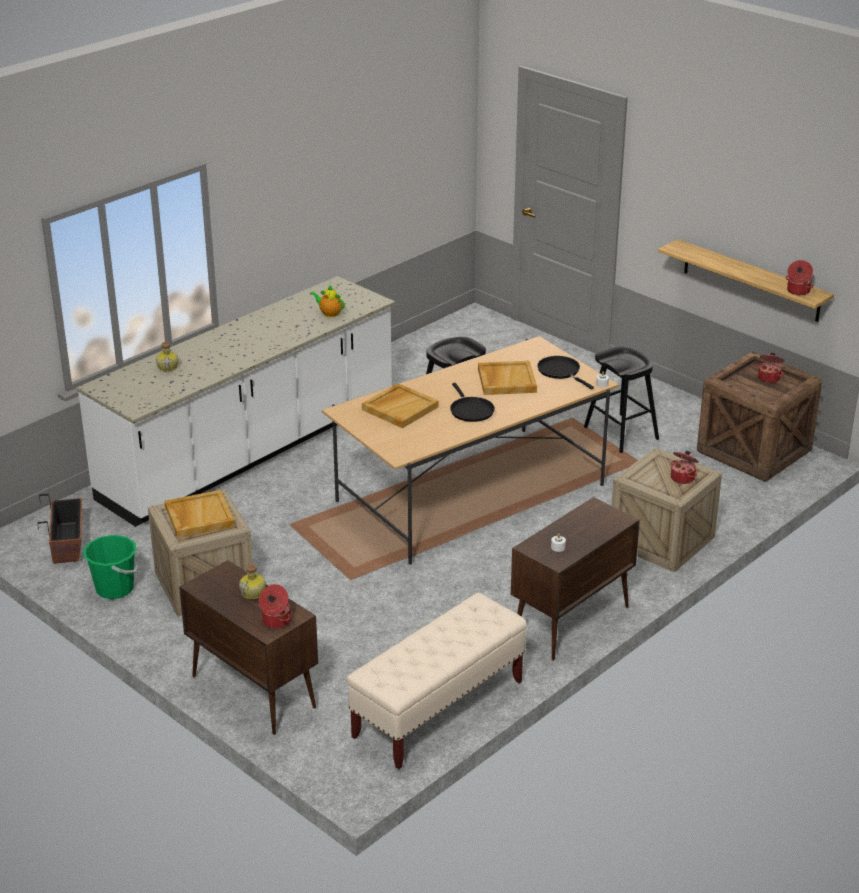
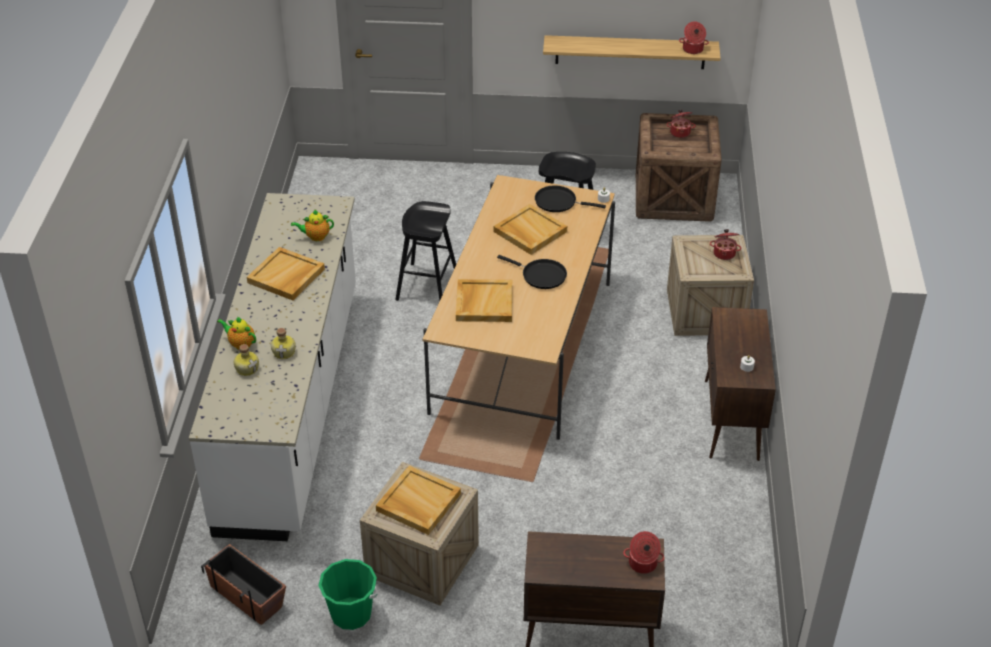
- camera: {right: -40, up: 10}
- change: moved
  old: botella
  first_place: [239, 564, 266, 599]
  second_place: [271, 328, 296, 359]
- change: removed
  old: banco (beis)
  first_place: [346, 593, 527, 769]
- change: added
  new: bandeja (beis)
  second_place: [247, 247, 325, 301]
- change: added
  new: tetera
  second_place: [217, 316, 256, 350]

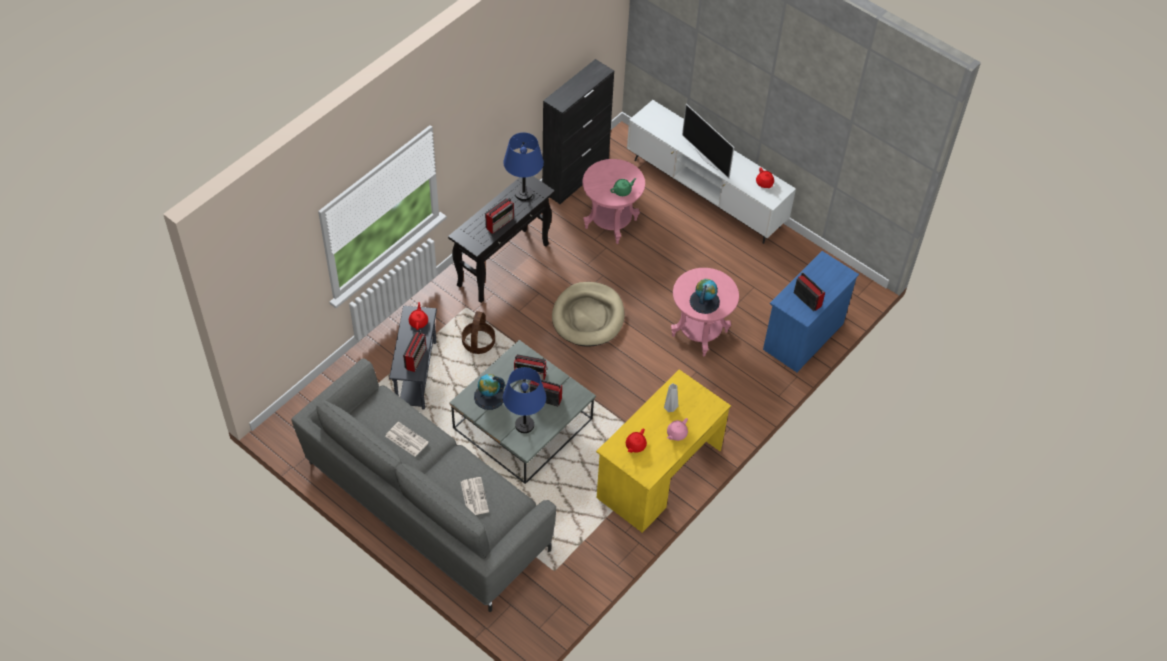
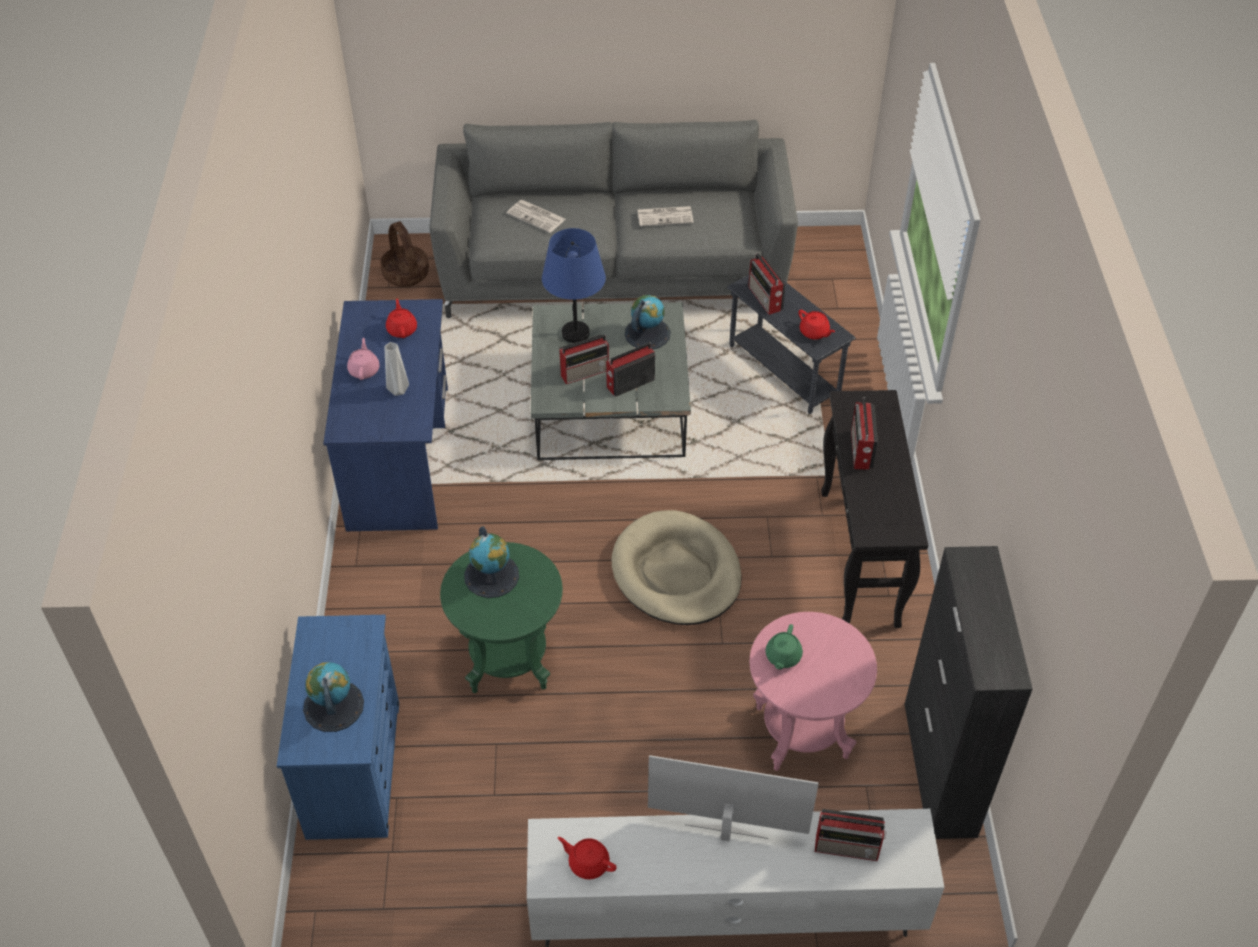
- camera: {right: 140, up: -5}
- change: removed
  old: lámpara de mesa (azul)
  first_place: [503, 132, 544, 201]
- change: recoloured
  old: mesa auxiliar (rosa)
  new: mesa auxiliar (verde)
  first_place: [671, 268, 739, 357]
  second_place: [440, 542, 563, 693]
- change: moved
  old: radio
  first_place: [794, 272, 825, 311]
  second_place: [815, 809, 886, 861]
- change: moved
  old: cesta
  first_place: [462, 311, 495, 354]
  second_place: [380, 221, 429, 287]
- change: recoloured
  old: escritorio (amarillo)
  new: escritorio (azul)
  first_place: [596, 369, 731, 533]
  second_place: [323, 299, 448, 532]
- change: added
  new: globo terráqueo
  second_place: [303, 662, 364, 732]

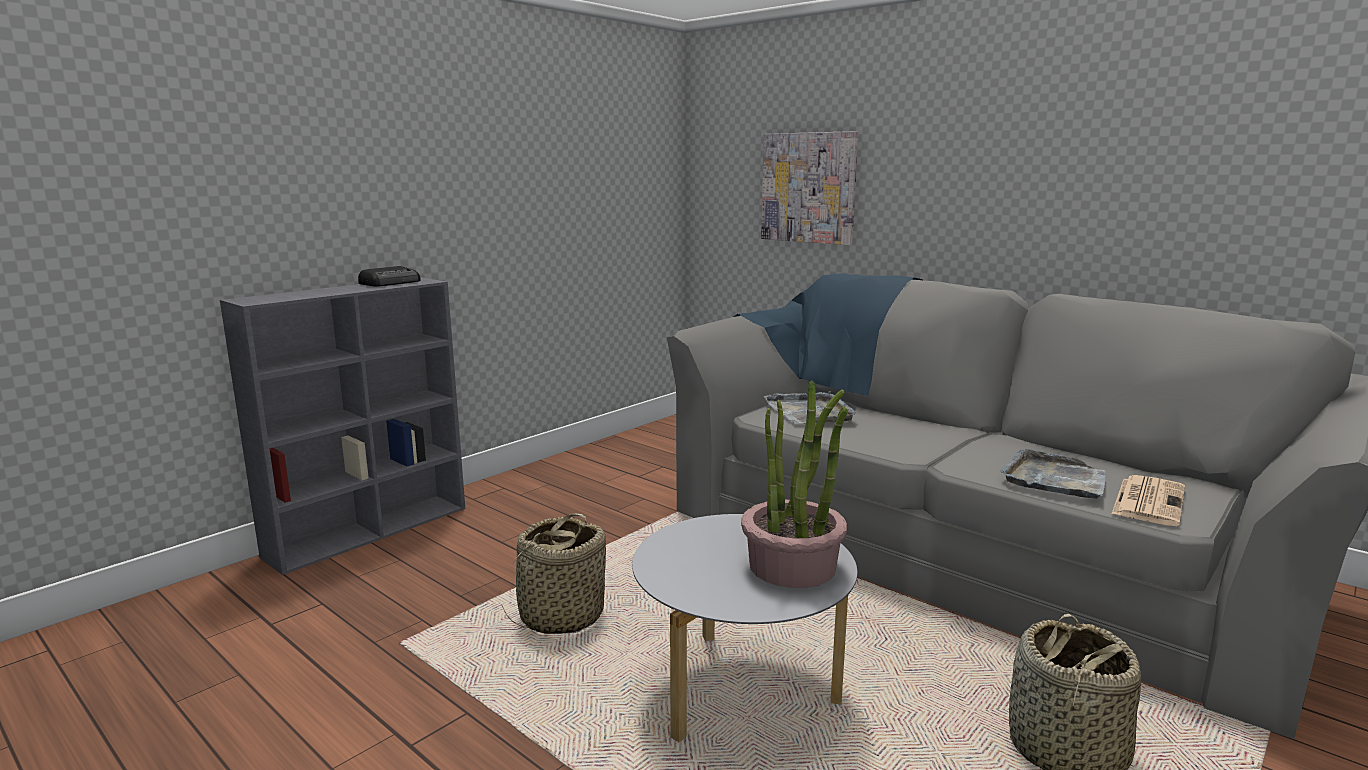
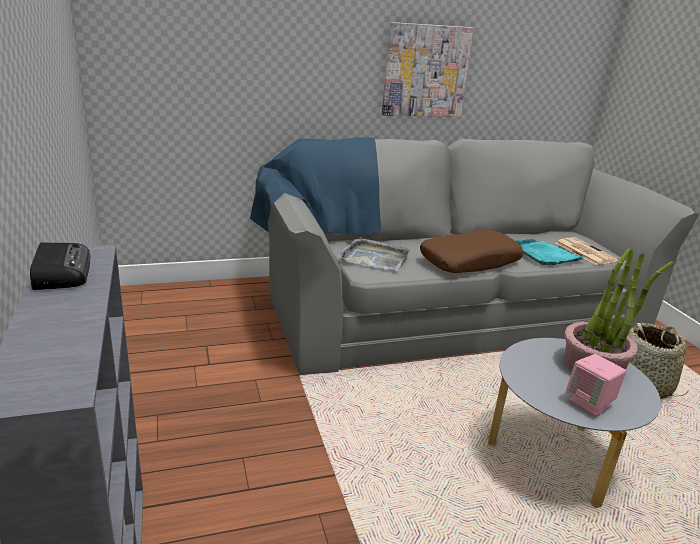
- camera: {right: -60, up: 10}
- change: moved
  old: cuadro
  first_place: [761, 131, 859, 245]
  second_place: [382, 22, 474, 117]
- change: recoloured
  old: bandeja (gris)
  new: bandeja (turquesa)
  first_place: [1000, 449, 1105, 499]
  second_place: [515, 239, 583, 265]
- change: removed
  old: cesta
  first_place: [502, 514, 606, 634]
- change: added
  new: cojín (marrón)
  second_place: [420, 229, 524, 273]
- change: added
  new: altavoz (rosa)
  second_place: [566, 354, 626, 416]

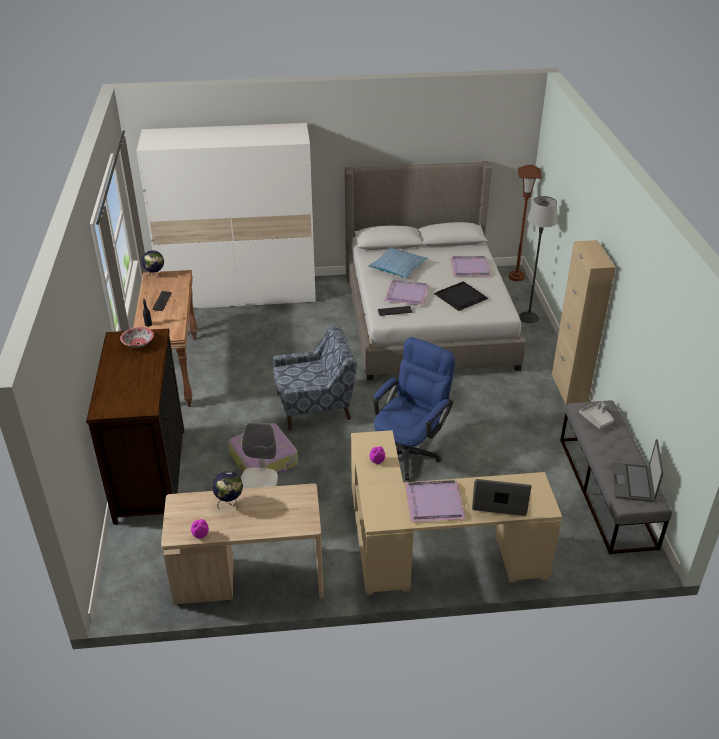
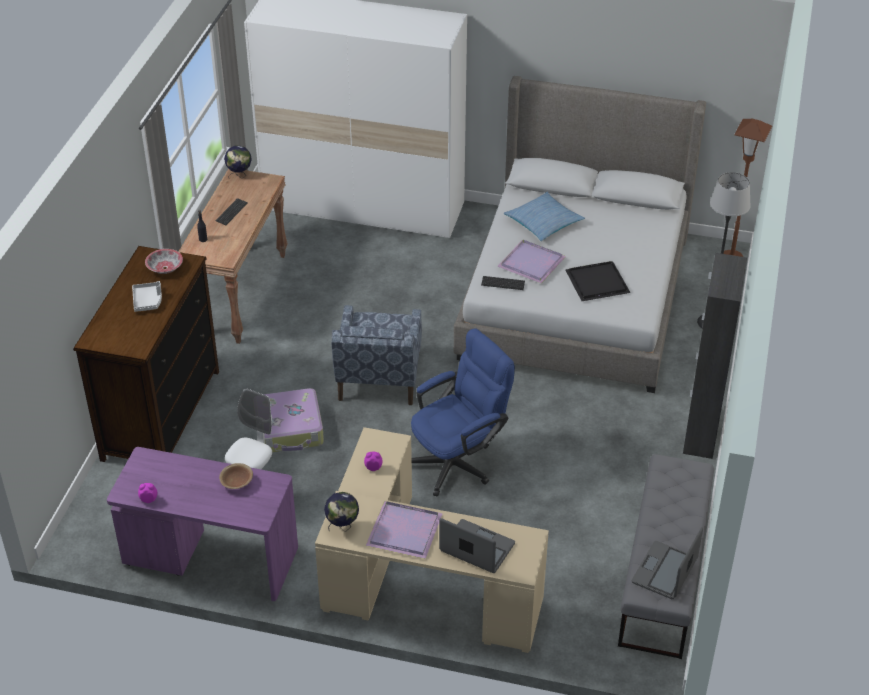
- camera: {right: 20, up: 5}
- change: recoloured
  old: armario (beis)
  new: armario (negro)
  first_place: [552, 240, 616, 405]
  second_place: [683, 253, 747, 459]
- change: removed
  old: bandeja (morado)
  first_place: [450, 256, 491, 277]
- change: turned
  old: sillón (azul)
  first_place: [273, 324, 357, 430]
  second_place: [332, 305, 422, 405]
  degrees: 90
- change: moved
  old: bandeja (gris)
  first_place: [579, 401, 614, 429]
  second_place: [132, 281, 162, 312]
- change: moved
  old: globo terráqueo
  first_place: [212, 471, 243, 508]
  second_place: [324, 492, 359, 532]
- change: recoloured
  old: escritorio (beis)
  new: escritorio (morado)
  first_place: [161, 484, 323, 605]
  second_place: [107, 447, 298, 601]
- change: added
  new: cuenco (marrón)
  second_place: [219, 463, 253, 489]

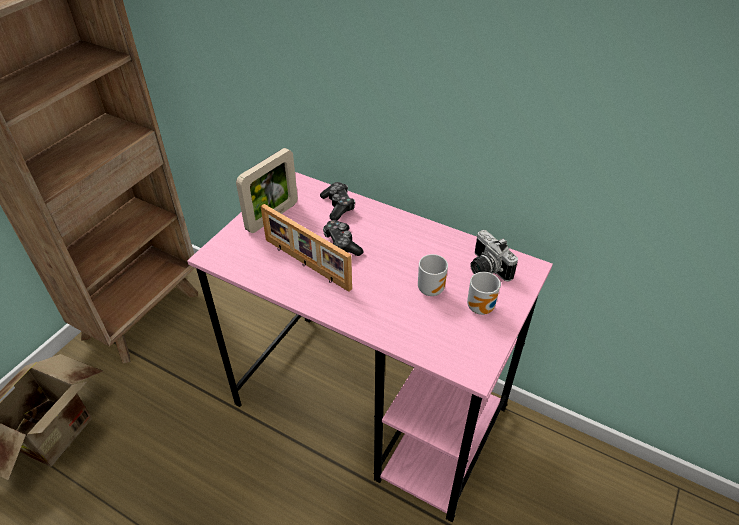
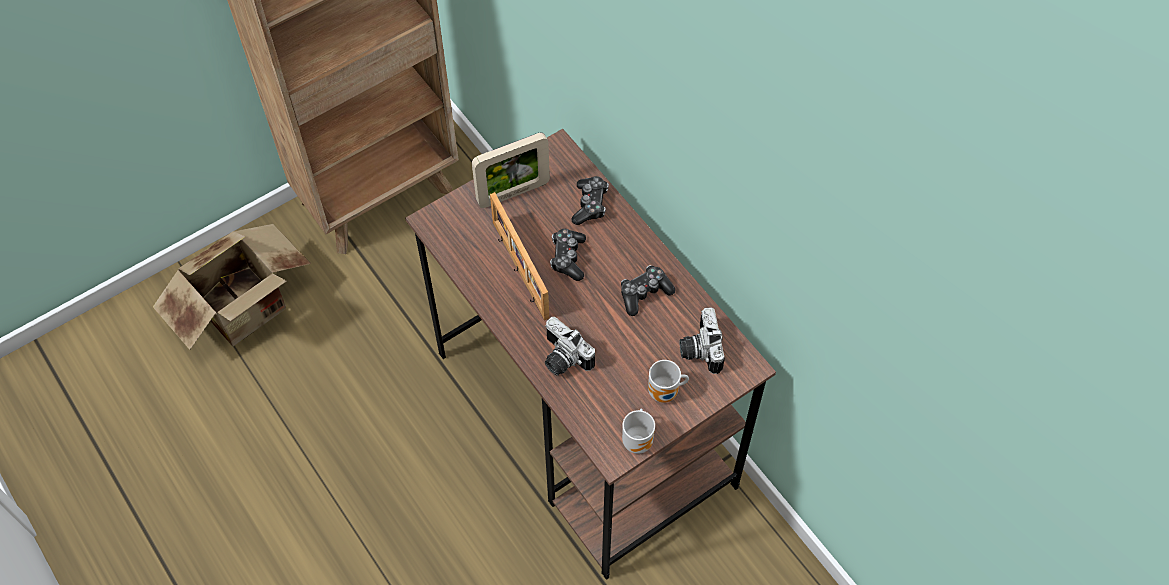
- camera: {right: 25, up: 15}
- change: recoloured
  old: escritorio (rosa)
  new: escritorio (marrón)
  first_place: [187, 172, 553, 522]
  second_place: [405, 129, 776, 580]
- change: moved
  old: taza grande
  first_place: [418, 254, 448, 296]
  second_place: [622, 409, 655, 454]
- change: added
  new: mando de consola
  second_place: [621, 265, 675, 316]
- change: added
  new: cámara
  second_place: [545, 317, 595, 375]

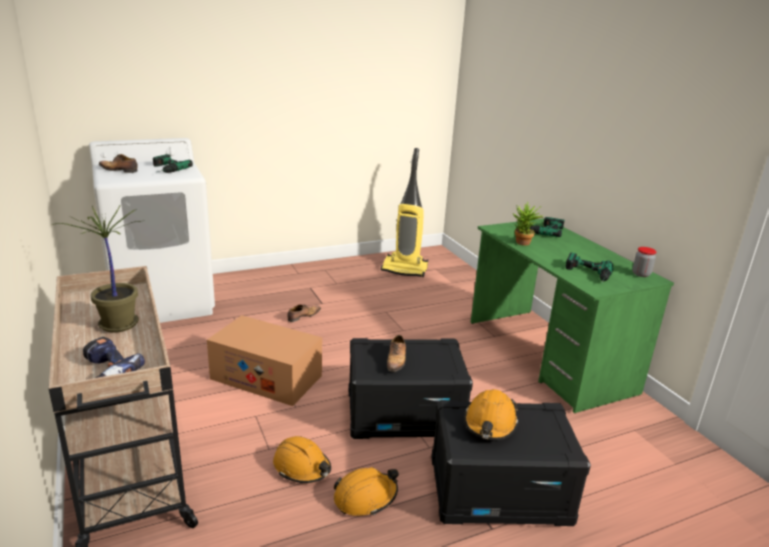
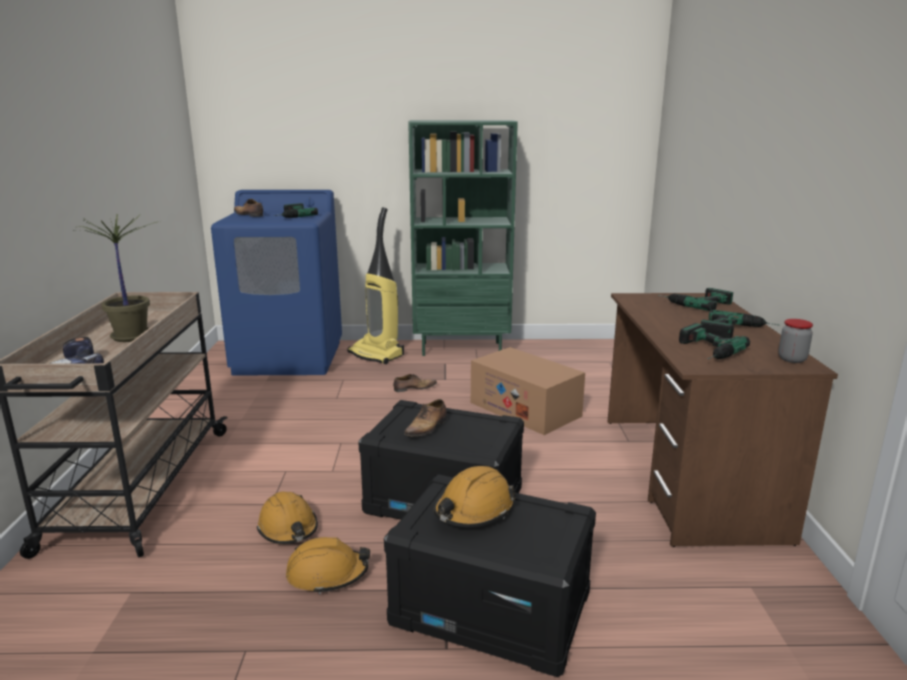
- camera: {right: 25, up: -5}
- change: recoloured
  old: lavadora (blanco)
  new: lavadora (azul)
  first_place: [89, 138, 215, 323]
  second_place: [211, 190, 342, 376]
- change: moved
  old: aspiradora
  first_place: [381, 148, 428, 277]
  second_place: [347, 207, 404, 364]
- change: removed
  old: planta en maceta
  first_place: [513, 202, 543, 246]
- change: recoloured
  old: escritorio (verde)
  new: escritorio (marrón)
  first_place: [470, 218, 674, 413]
  second_place: [608, 293, 838, 547]
- change: moved
  old: caja de cartón
  first_place: [207, 315, 322, 406]
  second_place: [471, 347, 585, 435]
- change: added
  new: estantería (verde)
  second_place: [408, 120, 518, 356]
- change: added
  new: taladro
  second_place: [701, 310, 779, 338]

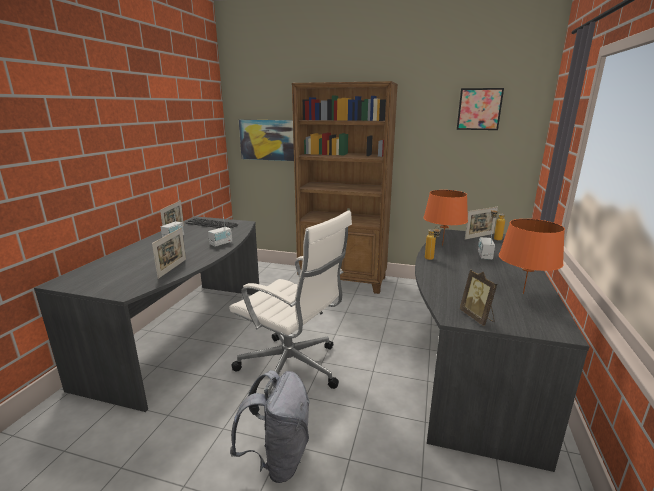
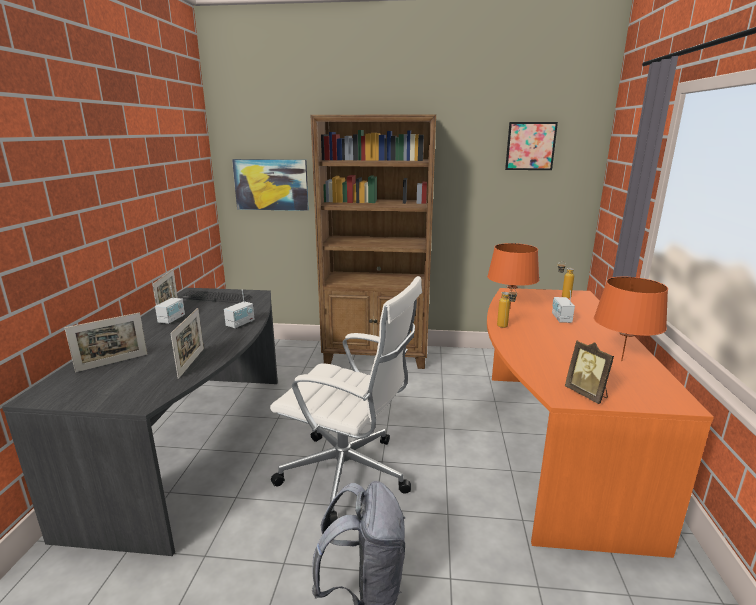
- camera: {right: -10, up: 0}
- change: moved
  old: portarretratos
  first_place: [465, 207, 498, 240]
  second_place: [65, 312, 147, 372]
- change: recoloured
  old: escritorio (gris)
  new: escritorio (naranja)
  first_place: [415, 229, 590, 472]
  second_place: [487, 288, 714, 558]

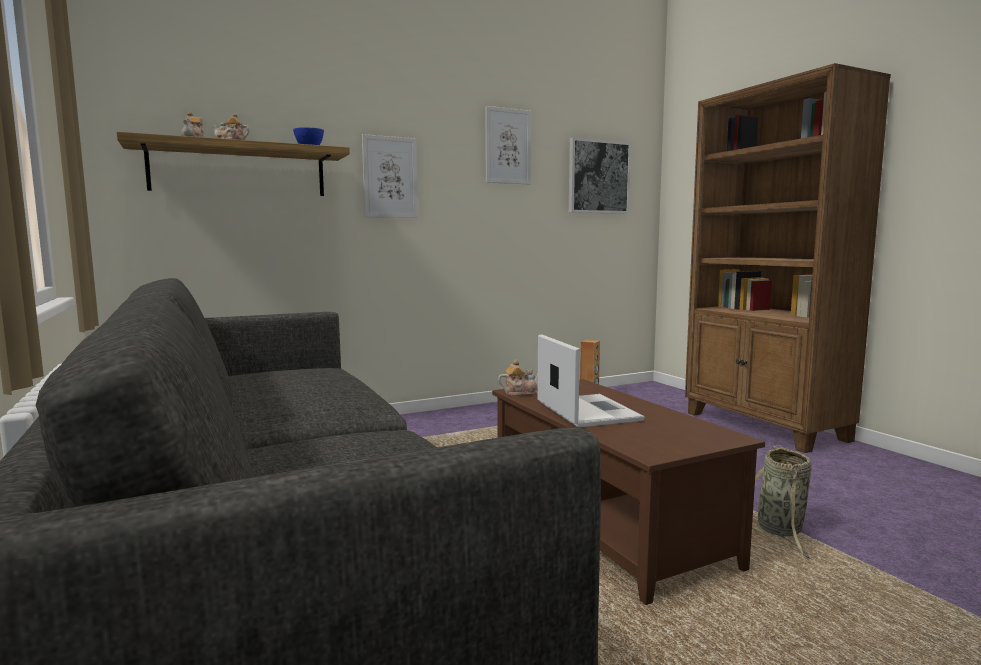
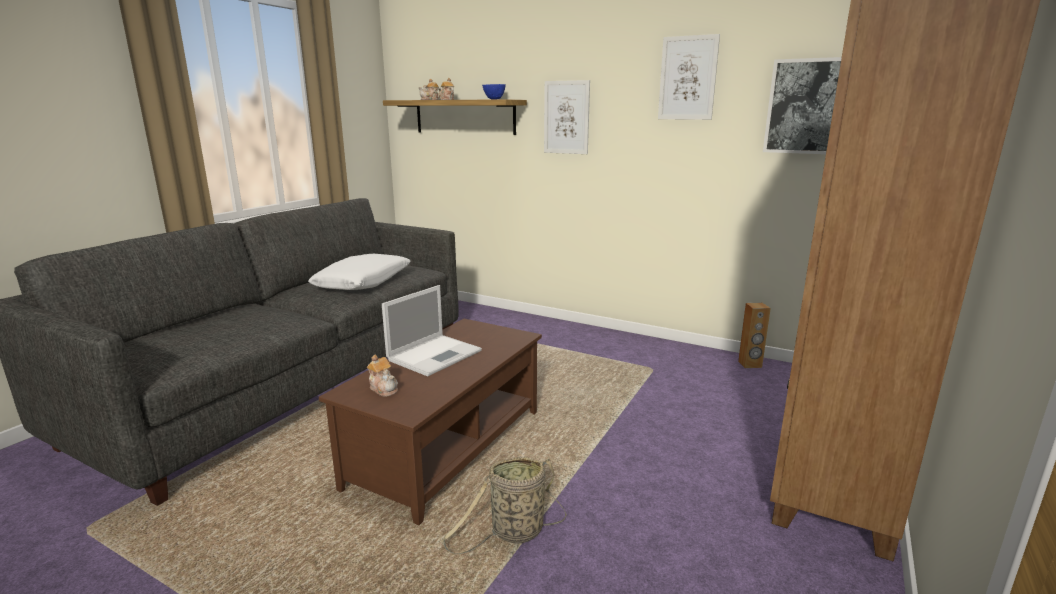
- camera: {right: 55, up: 10}
- change: moved
  old: tetera
  first_place: [498, 359, 538, 396]
  second_place: [367, 355, 398, 397]
- change: added
  new: cojín (blanco)
  second_place: [308, 254, 411, 290]

